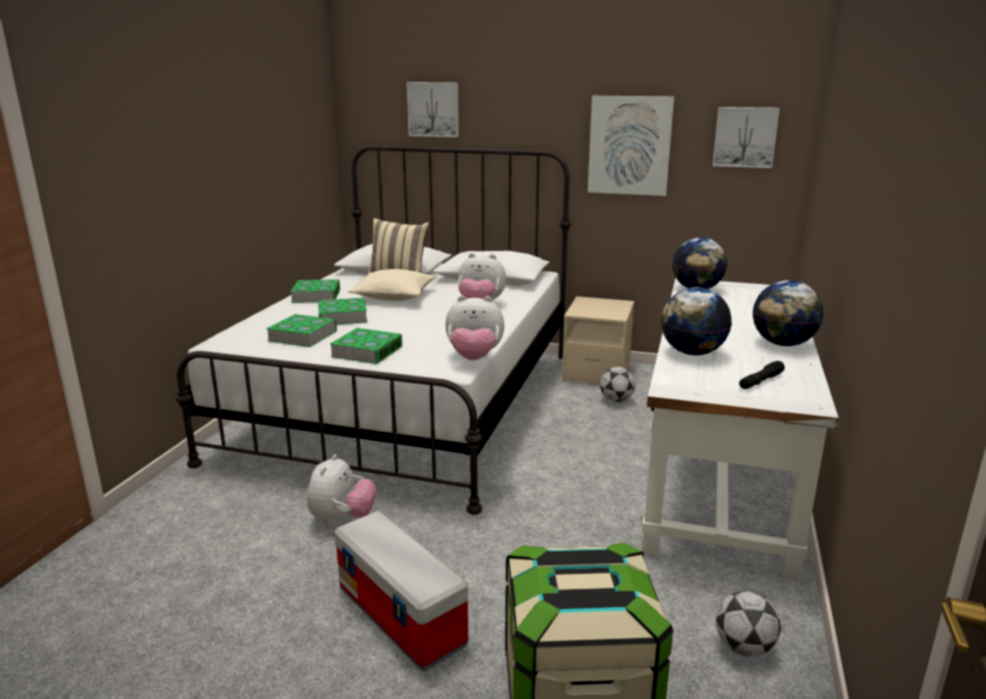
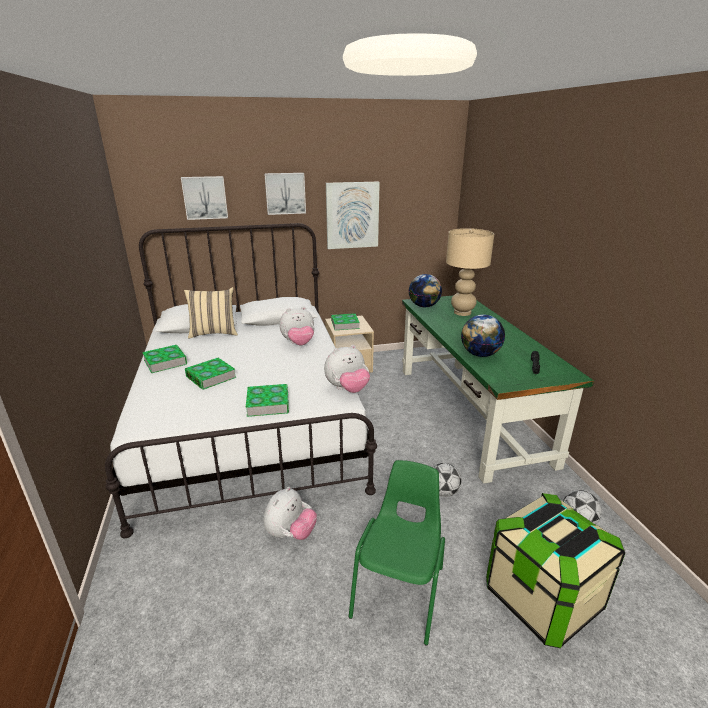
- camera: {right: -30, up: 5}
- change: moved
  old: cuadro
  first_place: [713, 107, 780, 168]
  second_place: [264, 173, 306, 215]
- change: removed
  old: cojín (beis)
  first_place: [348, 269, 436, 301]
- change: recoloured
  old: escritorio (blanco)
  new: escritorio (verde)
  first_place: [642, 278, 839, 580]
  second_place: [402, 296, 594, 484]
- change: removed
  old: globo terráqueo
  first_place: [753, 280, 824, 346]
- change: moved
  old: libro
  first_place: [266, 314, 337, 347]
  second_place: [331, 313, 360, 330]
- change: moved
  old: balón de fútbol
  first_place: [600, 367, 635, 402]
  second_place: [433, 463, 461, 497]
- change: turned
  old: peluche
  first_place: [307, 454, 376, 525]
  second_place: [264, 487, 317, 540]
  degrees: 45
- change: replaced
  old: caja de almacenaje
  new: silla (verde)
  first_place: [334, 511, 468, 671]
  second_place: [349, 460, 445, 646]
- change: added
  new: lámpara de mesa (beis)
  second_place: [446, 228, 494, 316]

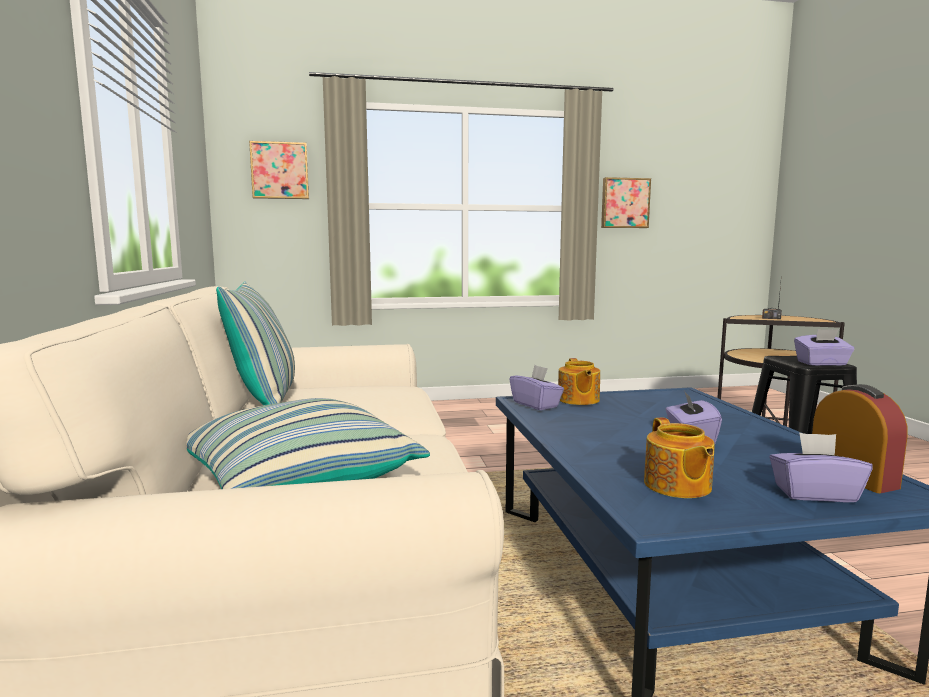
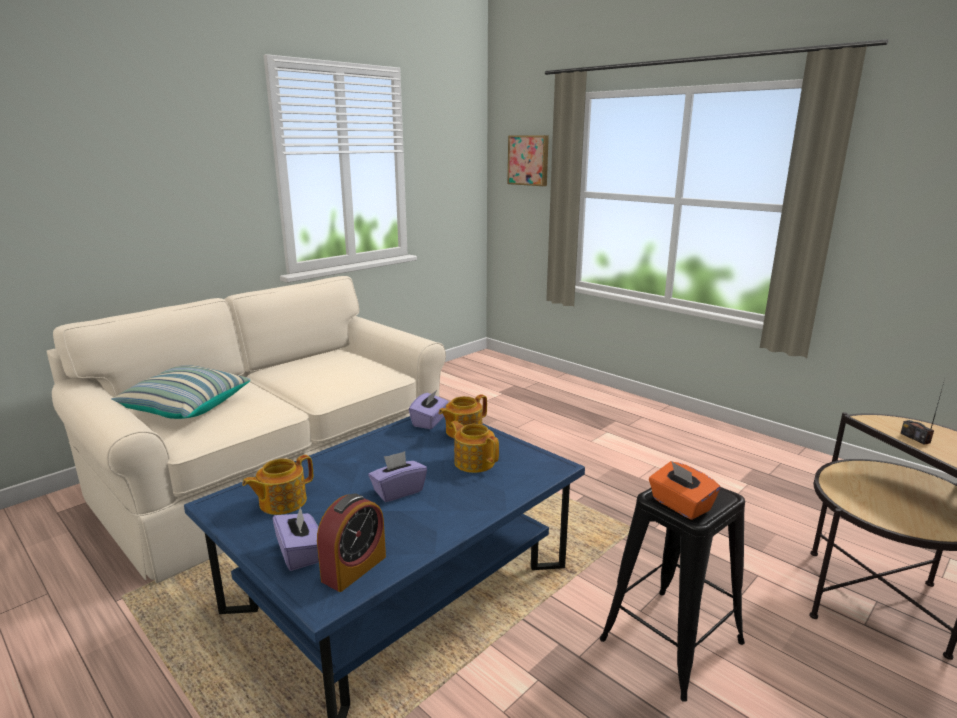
- camera: {right: 55, up: 10}
- change: removed
  old: cuadro
  first_place: [601, 177, 651, 228]
- change: removed
  old: cojín
  first_place: [216, 282, 295, 405]
- change: recoloured
  old: caja de pañuelos (morado)
  new: caja de pañuelos (naranja)
  first_place: [794, 329, 854, 366]
  second_place: [649, 461, 720, 520]
- change: added
  new: tetera
  second_place: [450, 421, 499, 473]

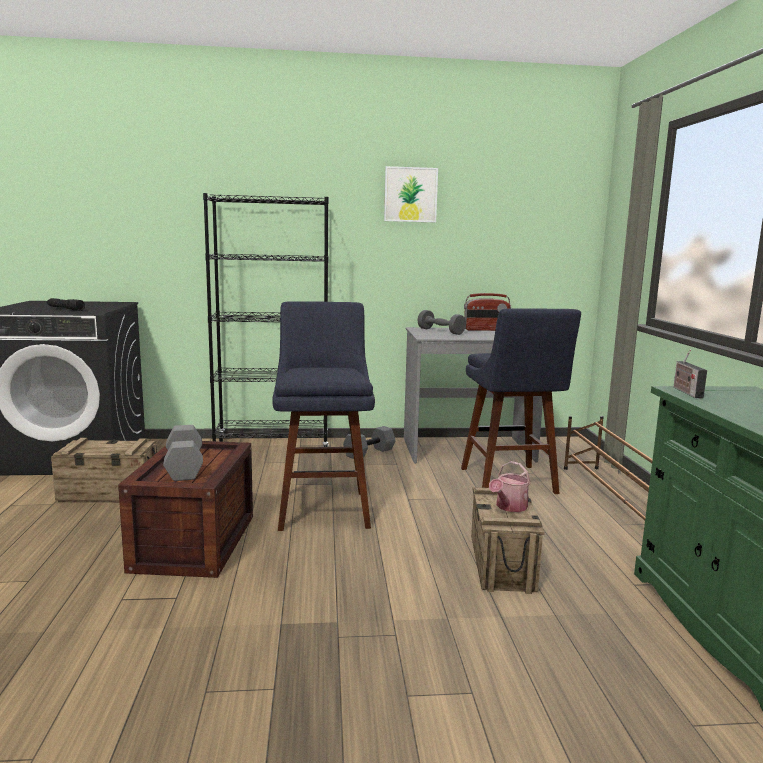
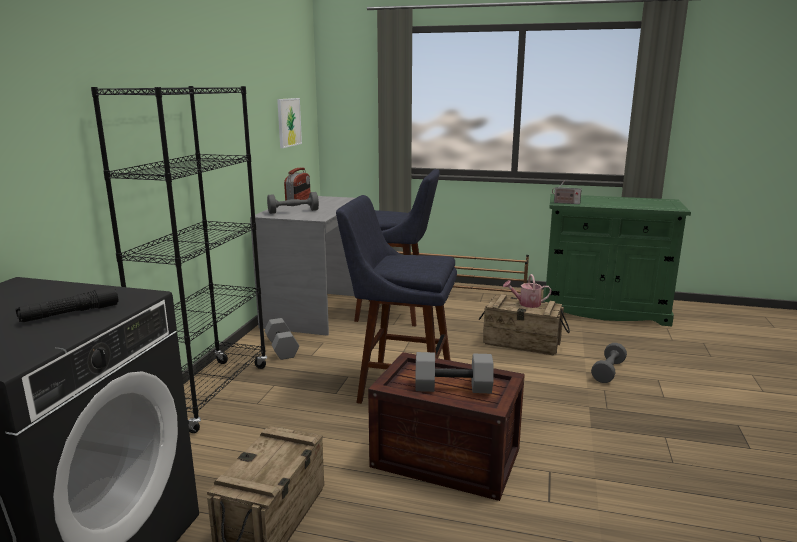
- camera: {right: -70, up: 5}
- change: moved
  old: cuadro
  first_place: [384, 166, 438, 222]
  second_place: [277, 98, 302, 148]
- change: turned
  old: regadera
  first_place: [489, 461, 531, 512]
  second_place: [503, 274, 552, 308]
  degrees: 120
- change: added
  new: mancuerna (gris)
  second_place: [591, 343, 627, 383]

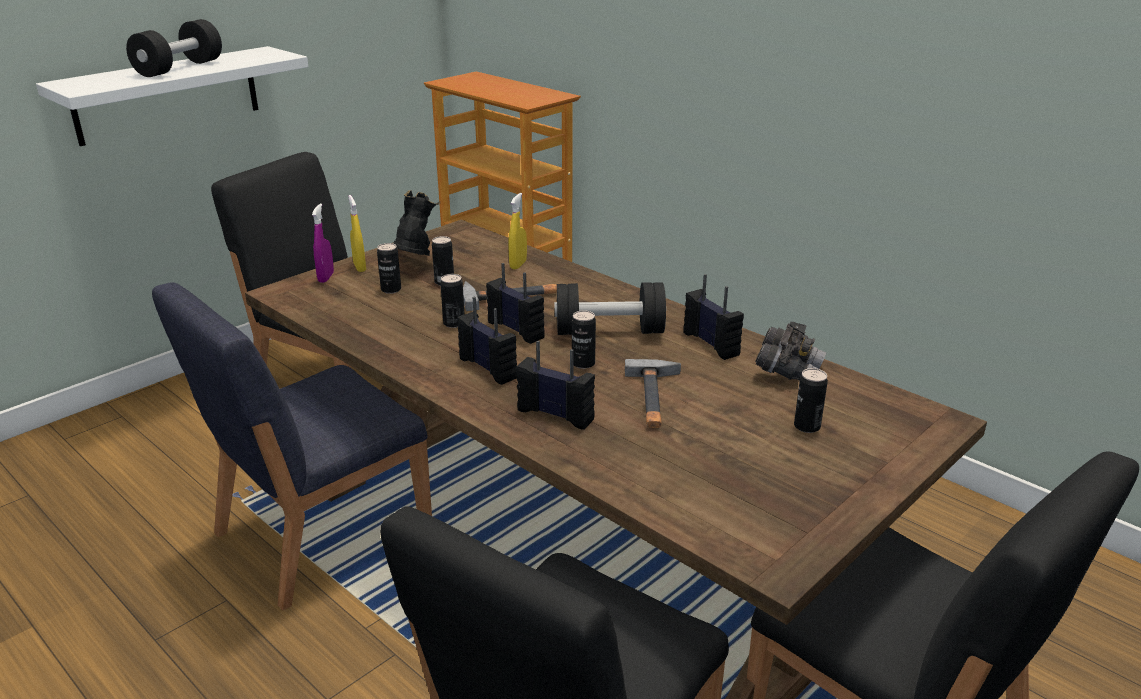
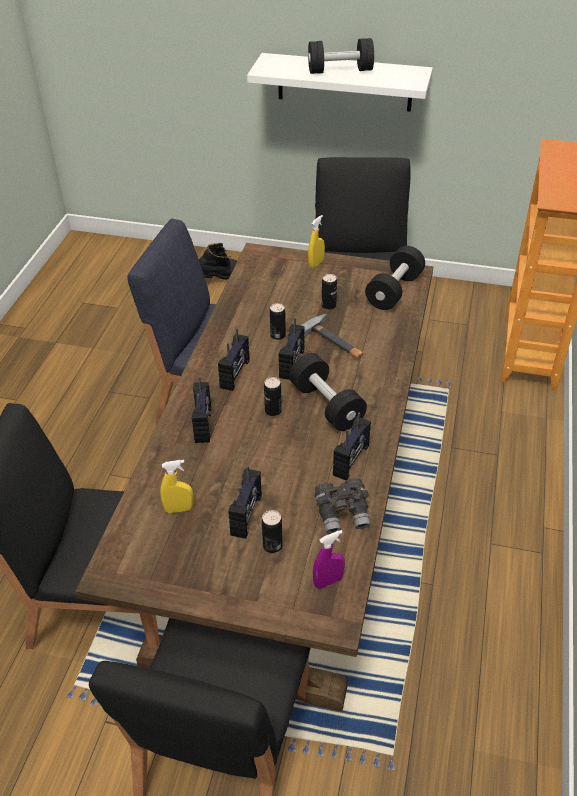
- camera: {right: 60, up: 15}
- change: moved
  old: bota (negro)
  first_place: [393, 190, 440, 256]
  second_place: [199, 243, 237, 280]
- change: moved
  old: pulverizador (amarillo)
  first_place: [508, 193, 527, 269]
  second_place: [160, 460, 193, 514]
- change: moved
  old: pulverizador (morado)
  first_place: [312, 204, 334, 283]
  second_place: [313, 530, 345, 589]
- change: removed
  old: lata
  first_place: [377, 243, 401, 294]
- change: removed
  old: martillo
  first_place: [625, 359, 681, 428]
- change: added
  new: mancuerna (negro)
  second_place: [365, 246, 425, 310]
- change: added
  new: radio
  second_place: [228, 465, 262, 539]

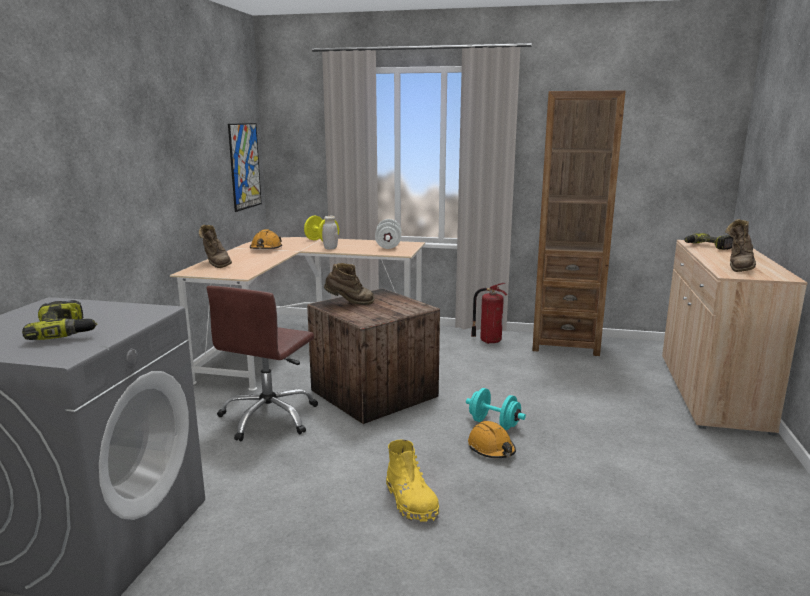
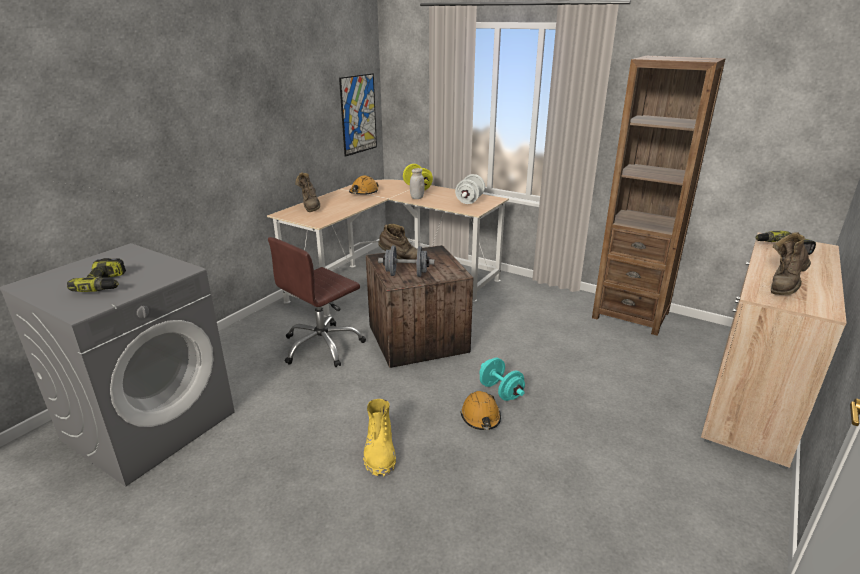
- camera: {right: 20, up: 10}
- change: removed
  old: extintor
  first_place: [471, 283, 507, 344]
- change: added
  new: mancuerna (gris)
  second_place: [378, 246, 435, 277]

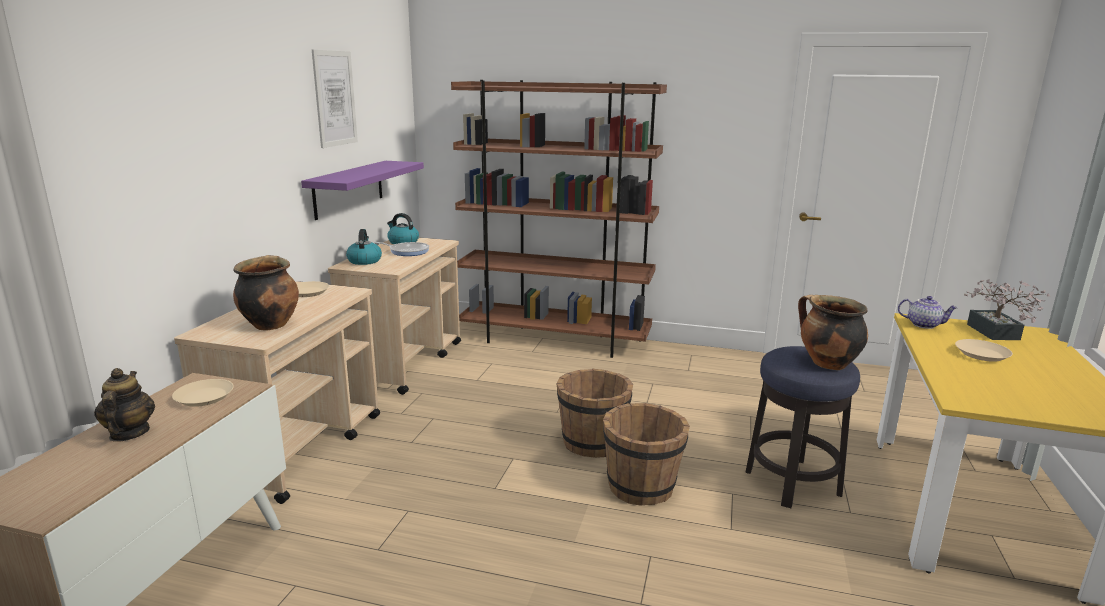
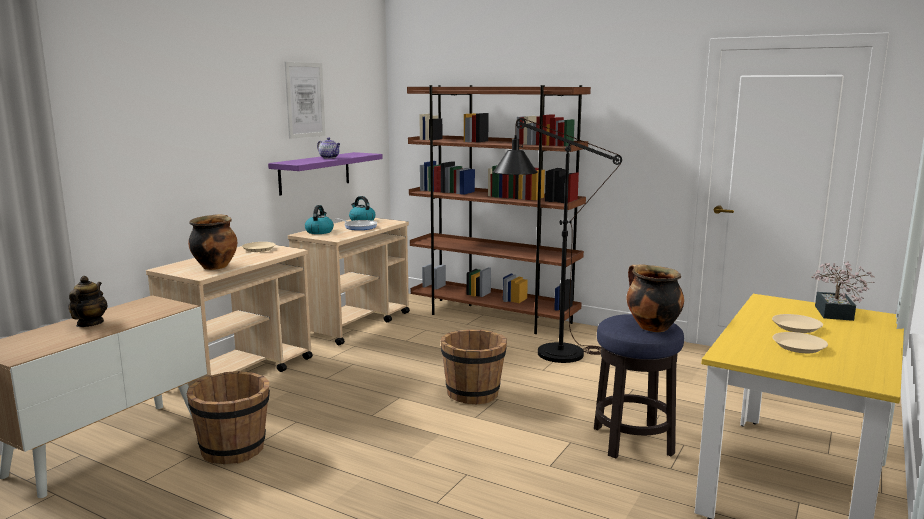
- camera: {right: 15, up: -5}
- change: moved
  old: tetera
  first_place: [898, 296, 958, 329]
  second_place: [317, 138, 341, 159]
- change: moved
  old: plato (beis)
  first_place: [172, 379, 234, 407]
  second_place: [773, 332, 828, 353]
- change: moved
  old: cubo (marrón)
  first_place: [603, 403, 690, 506]
  second_place: [187, 371, 270, 464]
- change: added
  new: lámpara de pie (negro)
  second_place: [492, 118, 622, 363]

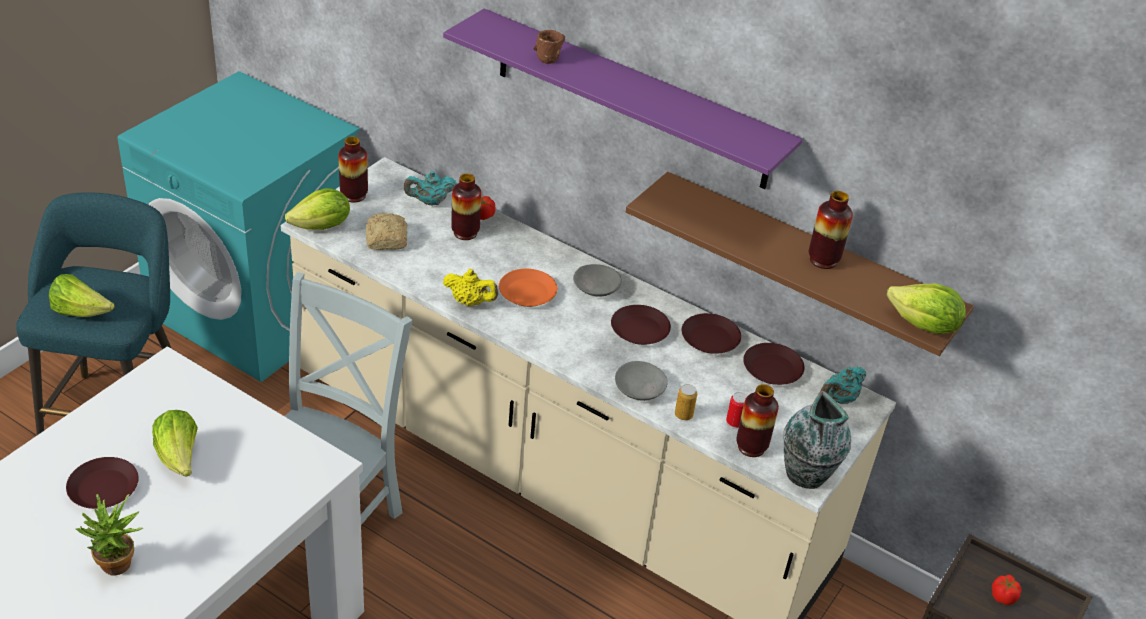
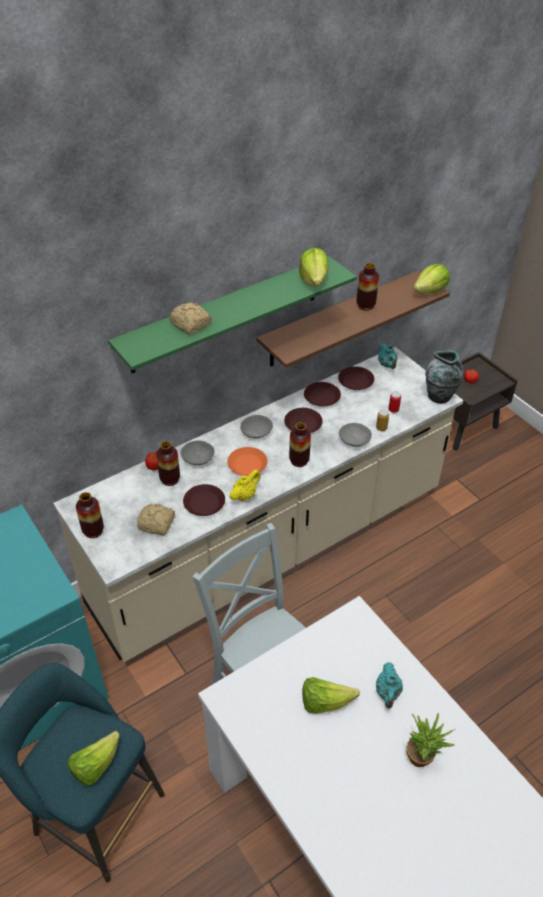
- camera: {right: -65, up: 5}
- change: recoloured
  old: estante (morado)
  new: estante (verde)
  first_place: [443, 9, 803, 189]
  second_place: [108, 256, 357, 373]
- change: replaced
  old: taza grande (marrón)
  new: pan
  first_place: [533, 30, 565, 64]
  second_place: [169, 302, 212, 334]
- change: moved
  old: tetera (turquesa)
  first_place: [404, 171, 457, 206]
  second_place: [376, 662, 403, 709]
- change: moved
  old: lechuga
  first_place: [285, 188, 350, 230]
  second_place: [299, 248, 329, 287]
- change: moved
  old: florero
  first_place: [736, 384, 779, 457]
  second_place: [289, 422, 311, 467]
- change: moved
  old: plato (marrón)
  first_place: [66, 457, 139, 509]
  second_place: [183, 484, 225, 516]
- change: added
  new: cuenco (gris)
  second_place: [181, 440, 214, 465]

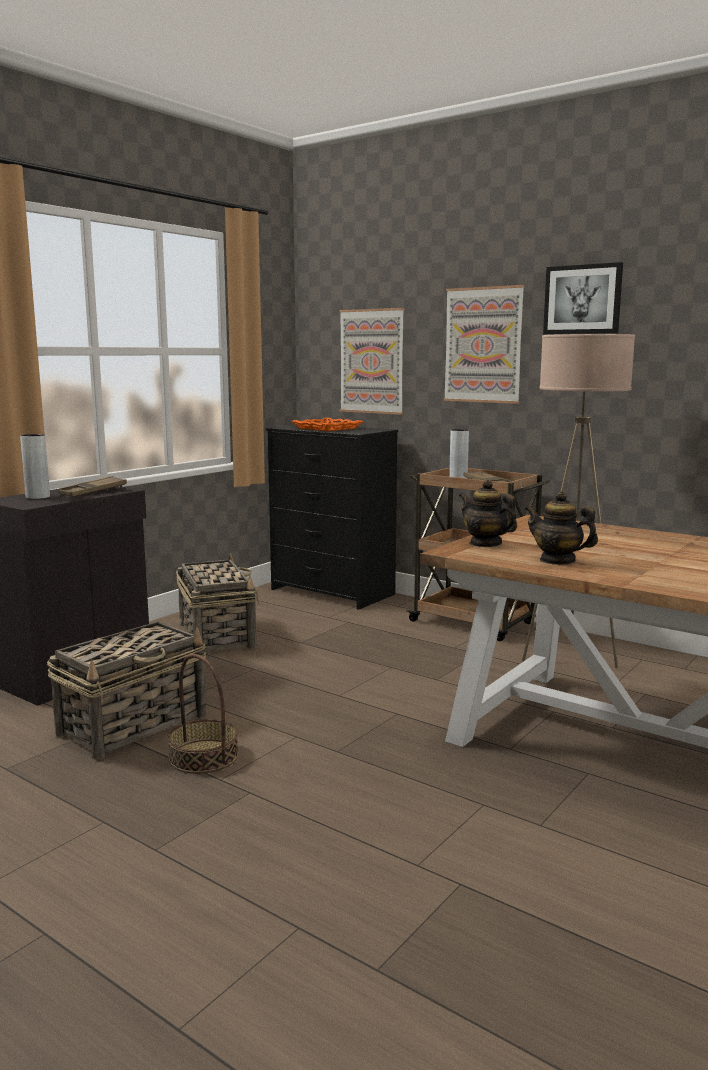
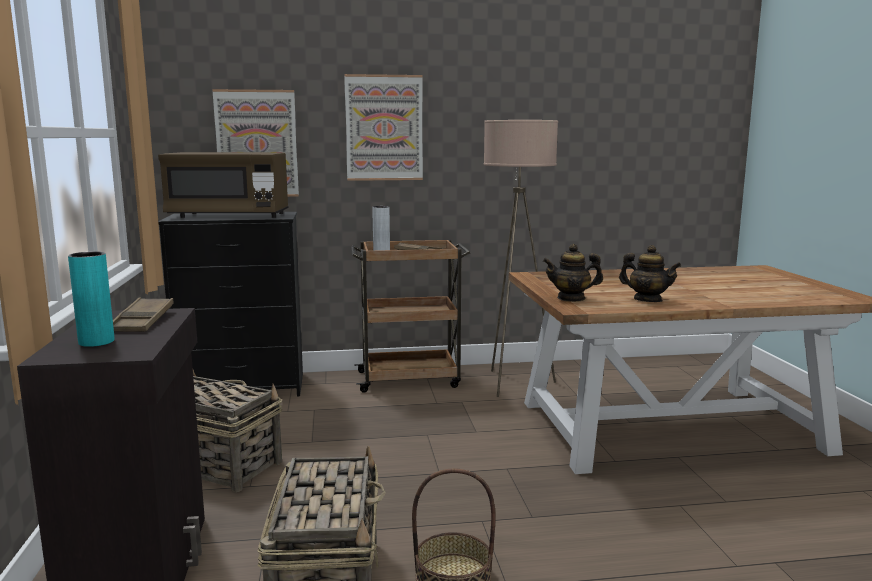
- camera: {right: -45, up: 0}
- change: removed
  old: cuadro
  first_place: [543, 262, 623, 334]
- change: replaced
  old: bandeja (naranja)
  new: microondas (marrón)
  first_place: [291, 418, 363, 431]
  second_place: [158, 152, 289, 218]
- change: recoloured
  old: florero (gris)
  new: florero (turquesa)
  first_place: [20, 434, 50, 499]
  second_place: [68, 251, 115, 347]
- change: turned
  old: tetera
  first_place: [525, 491, 598, 565]
  second_place: [619, 245, 681, 302]
  degrees: -135

